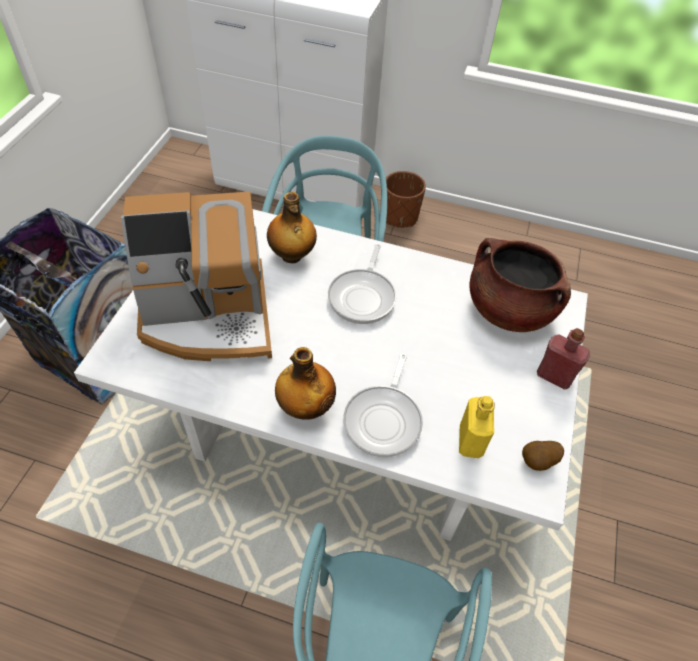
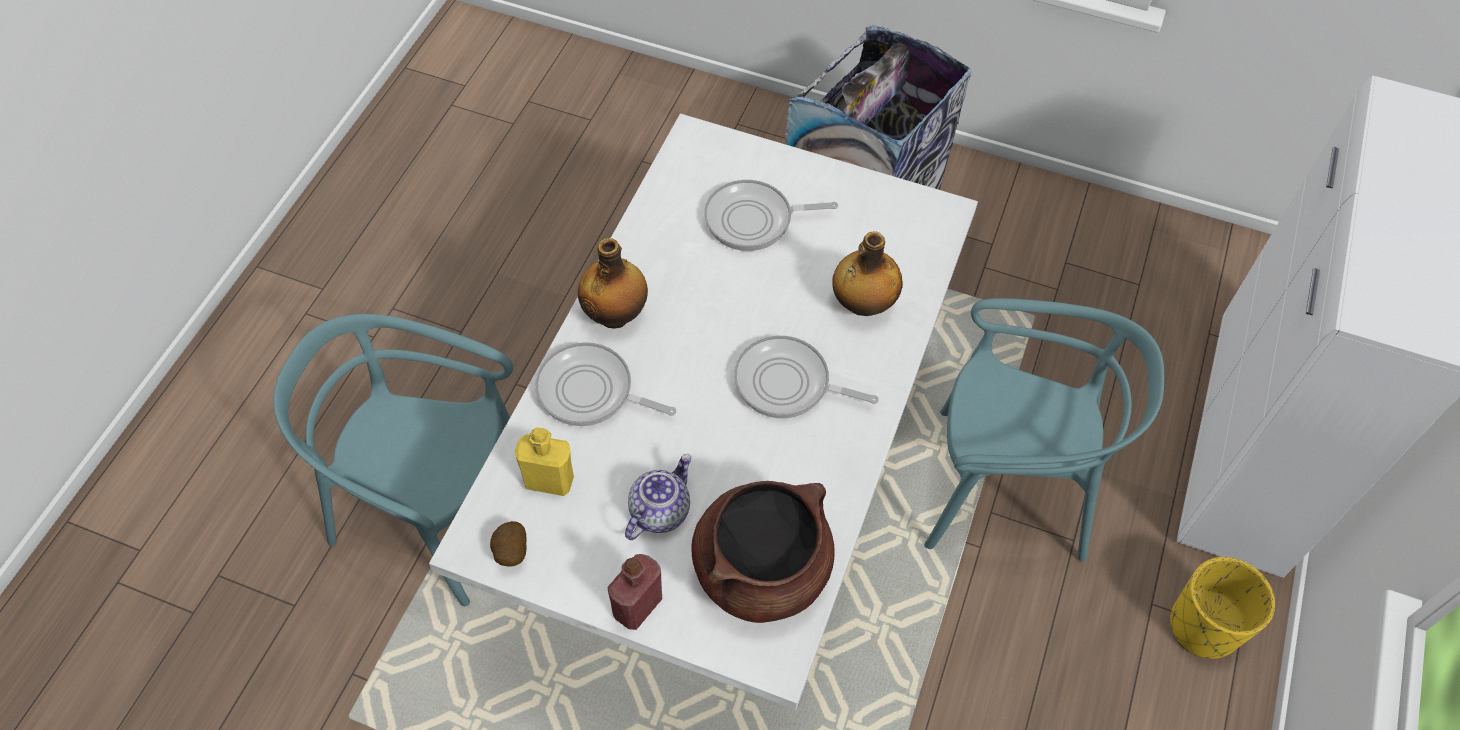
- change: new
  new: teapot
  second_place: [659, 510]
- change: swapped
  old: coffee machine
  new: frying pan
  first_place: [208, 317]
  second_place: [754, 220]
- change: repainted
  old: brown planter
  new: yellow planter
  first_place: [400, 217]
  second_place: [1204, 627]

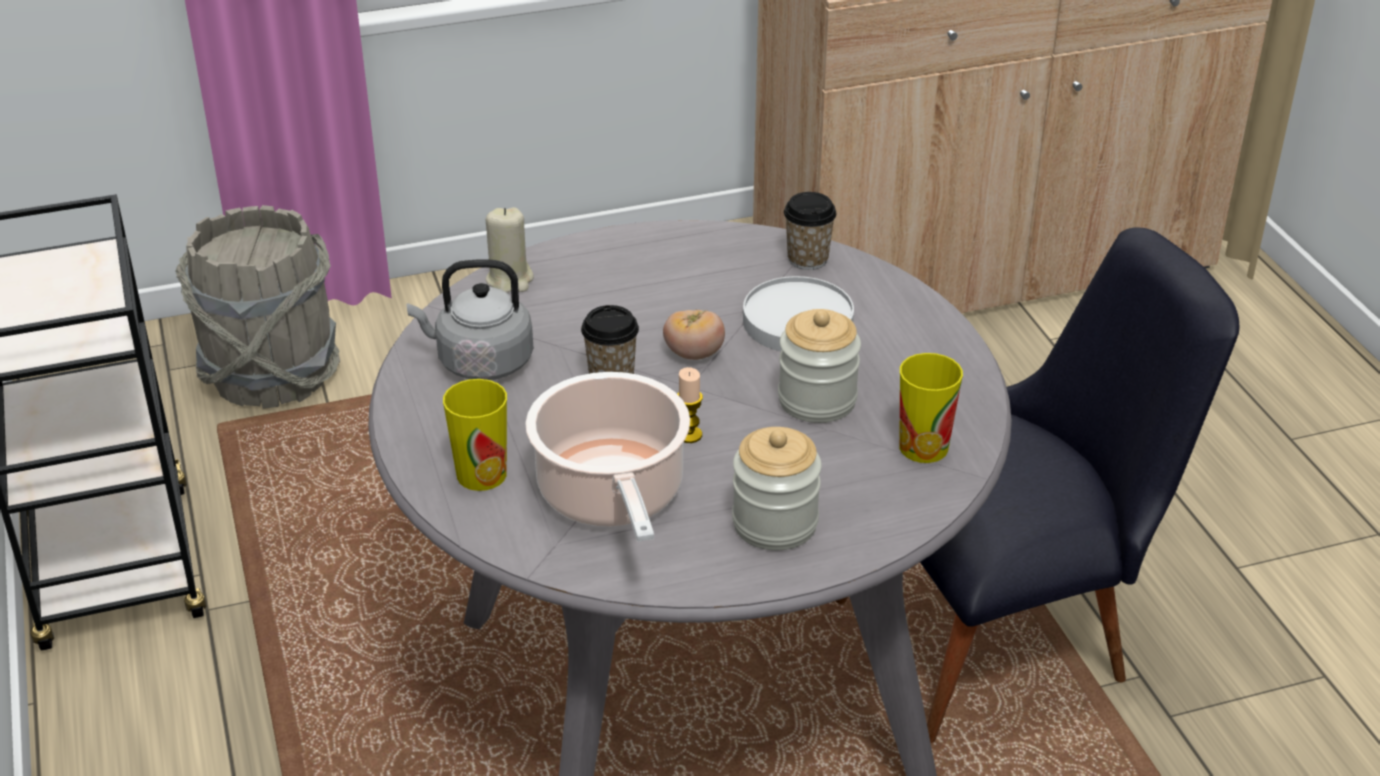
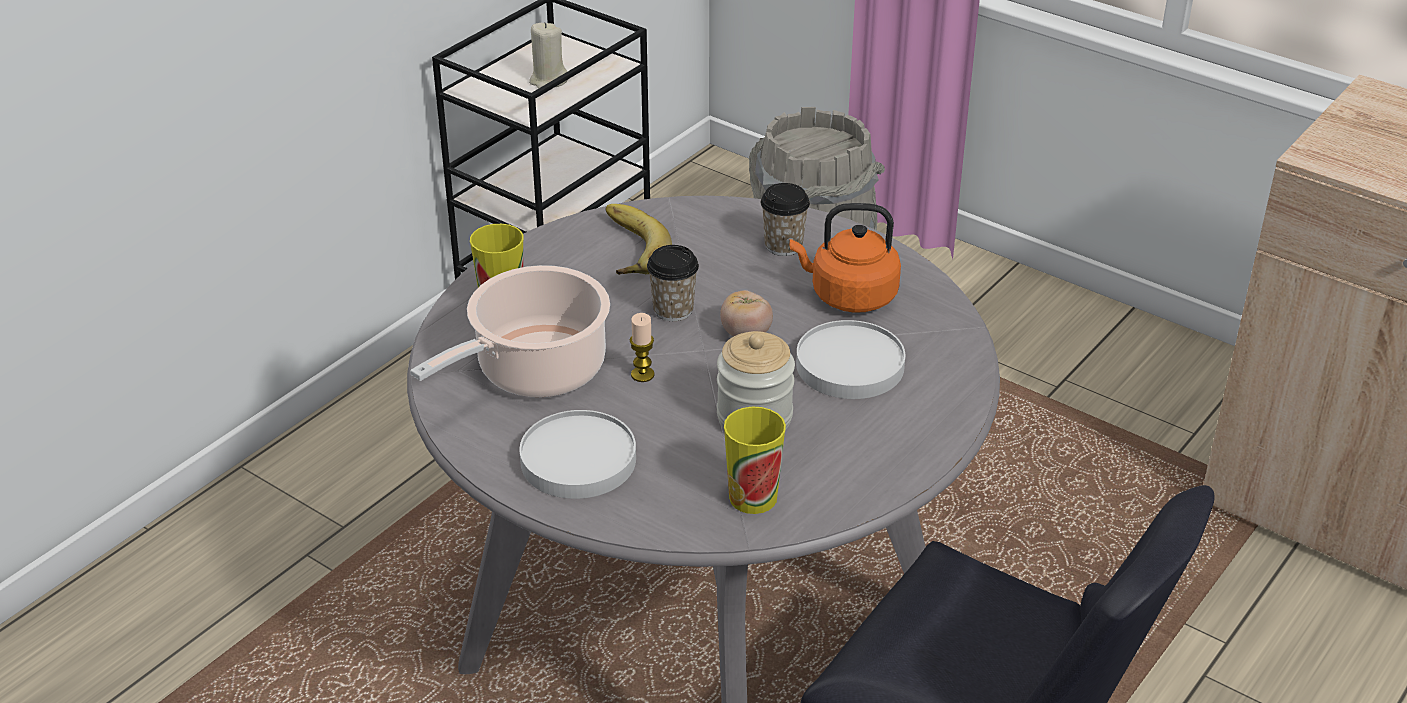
- change: new
  new: orange kettle
  second_place: [849, 296]
- change: shifted
  old: beige candle
  first_place: [510, 280]
  second_place: [548, 81]
- change: shifted
  old: cup
  first_place: [807, 259]
  second_place: [783, 246]
- change: swapped
  old: grey kettle
  new: banana
  first_place: [480, 362]
  second_place: [626, 248]
- change: swapped
  old: jar
  new: white plate
  first_place: [775, 523]
  second_place: [578, 459]

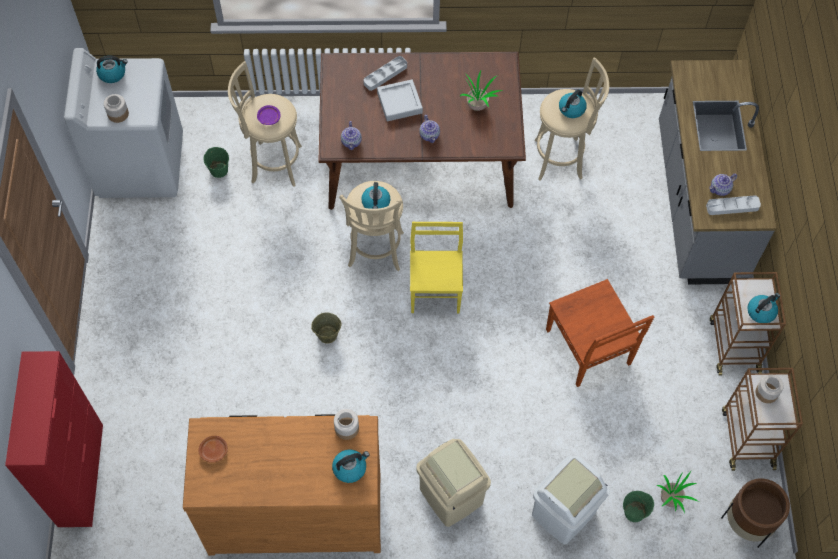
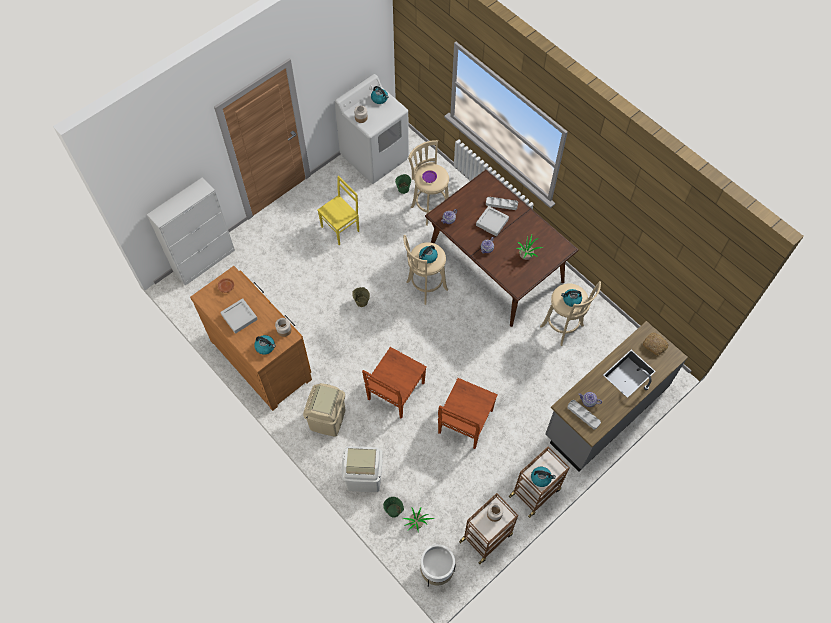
- change: new
  new: grey tray
  second_place: [239, 317]
- change: new
  new: brown chair
  second_place: [395, 392]
- change: new
  new: bread
  second_place: [655, 345]
- change: shifted
  old: yellow chair
  first_place: [436, 293]
  second_place: [341, 229]
- change: repainted
  old: red cabinet
  new: white cabinet
  first_place: [81, 474]
  second_place: [205, 261]
- change: repainted
  old: brown planter
  new: white planter
  first_place: [747, 523]
  second_place: [437, 571]

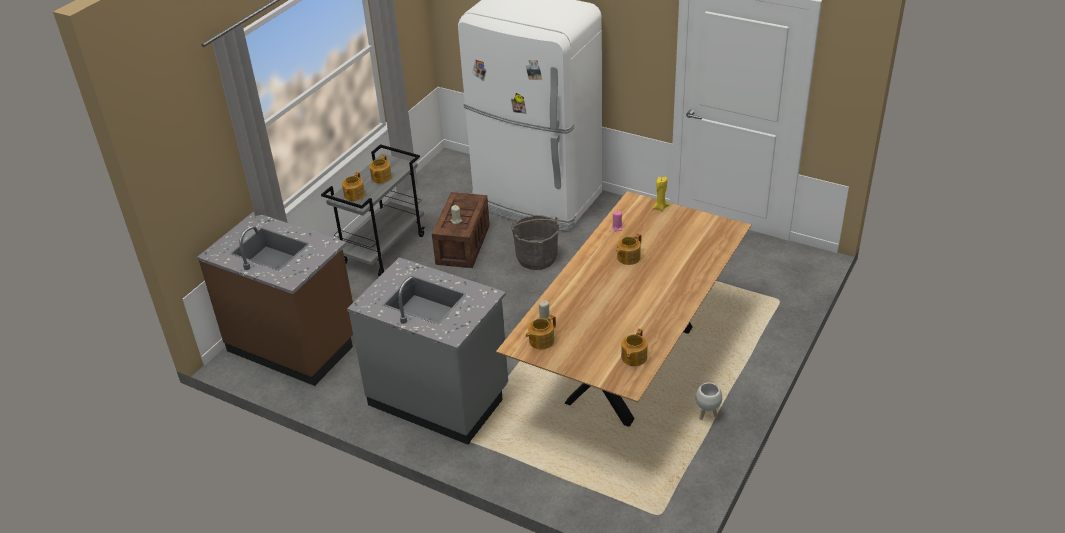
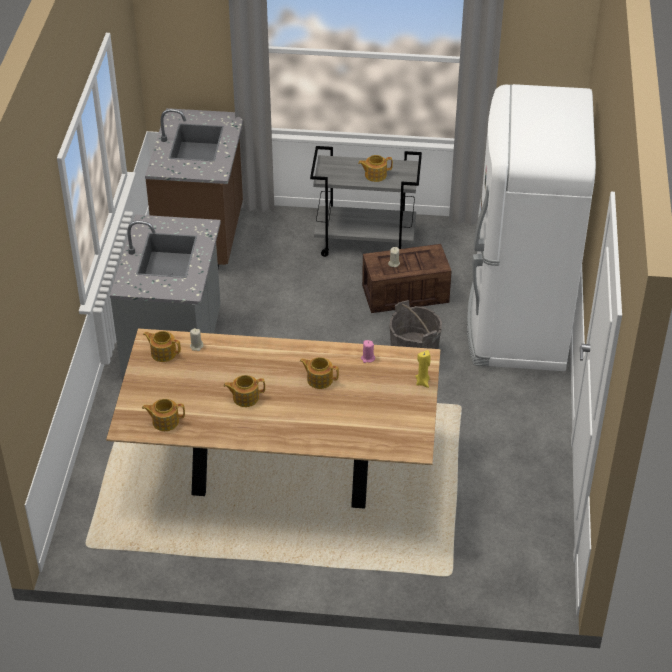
- change: gone
  old: white planter
  first_place: [707, 415]
- change: shifted
  old: teapot
  first_place: [354, 195]
  second_place: [245, 397]

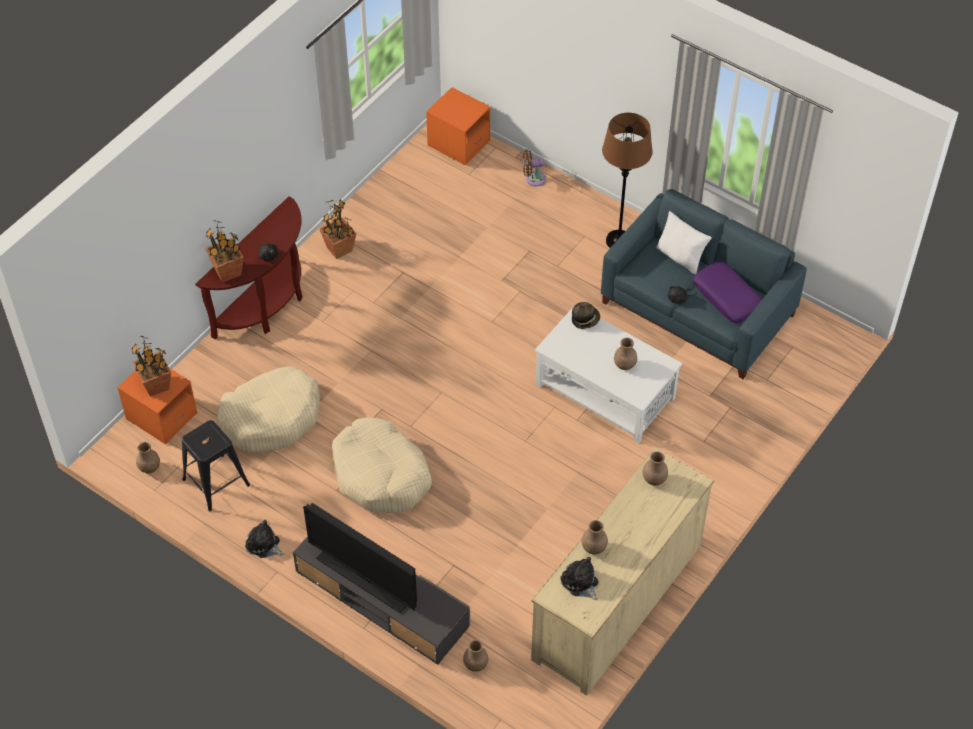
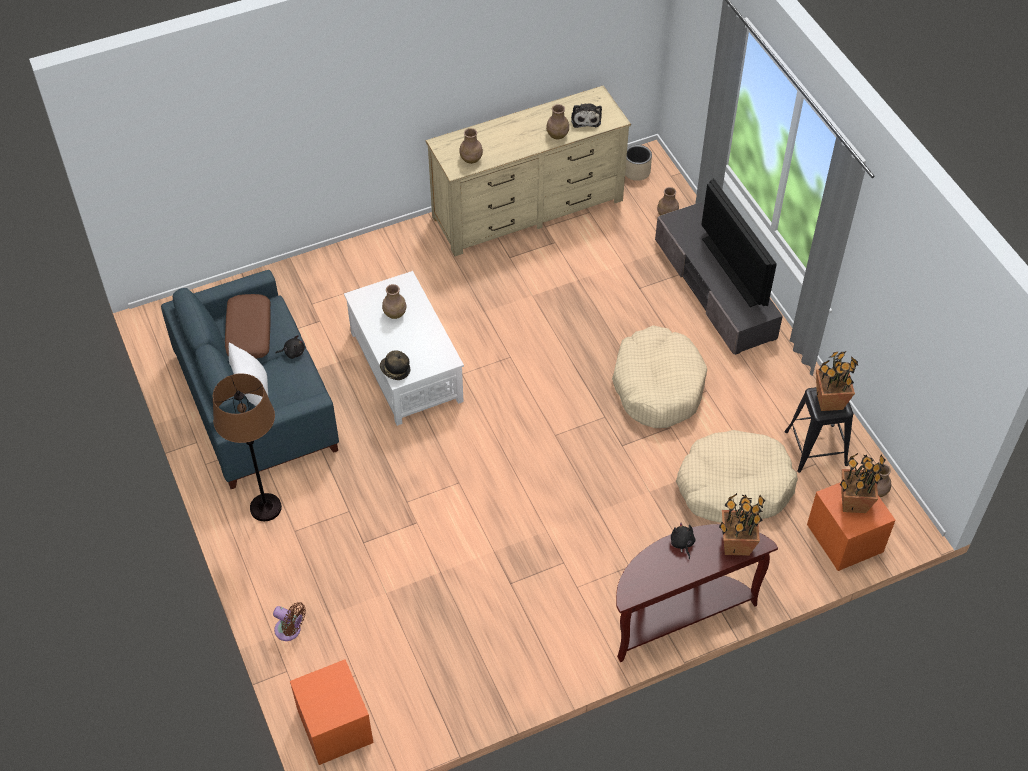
- change: gone
  old: plush toy
  first_place: [264, 545]
- change: new
  new: beige planter
  second_place: [636, 171]
- change: shifted
  old: potted plant
  first_place: [339, 249]
  second_place: [830, 401]
- change: repainted
  old: purple pillow
  new: brown pillow
  first_place: [727, 297]
  second_place: [248, 332]

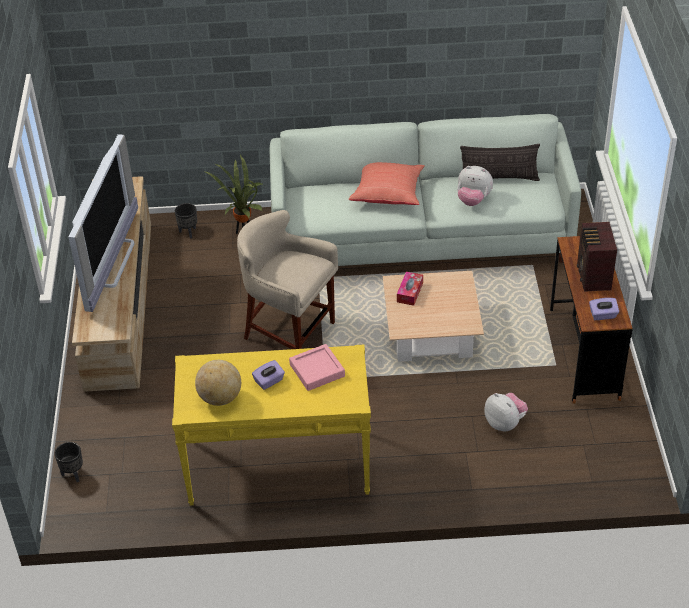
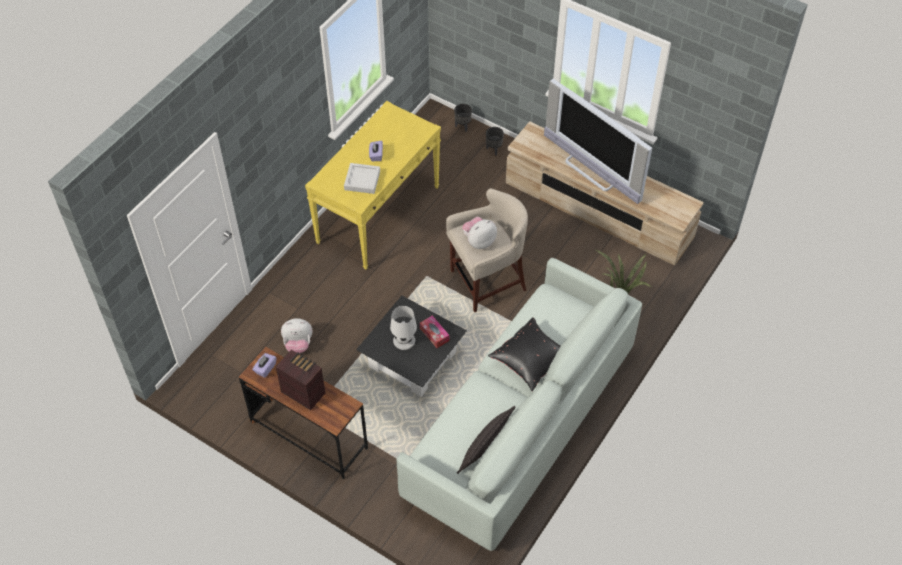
- change: gone
  old: globe
  first_place: [220, 398]
- change: new
  new: white table lamp
  second_place: [404, 340]
- change: shifted
  old: black planter
  first_place: [188, 232]
  second_place: [494, 149]
- change: shifted
  old: plush toy
  first_place: [473, 200]
  second_place: [479, 241]
- change: repainted
  old: pink tray
  new: grey tray
  first_place: [317, 370]
  second_place: [362, 180]
- change: repainted
  old: red pillow
  new: black pillow
  first_place: [388, 193]
  second_place: [531, 361]
- change: repainted
  old: beige coffee table
  new: black coffee table
  first_place: [431, 333]
  second_place: [412, 359]

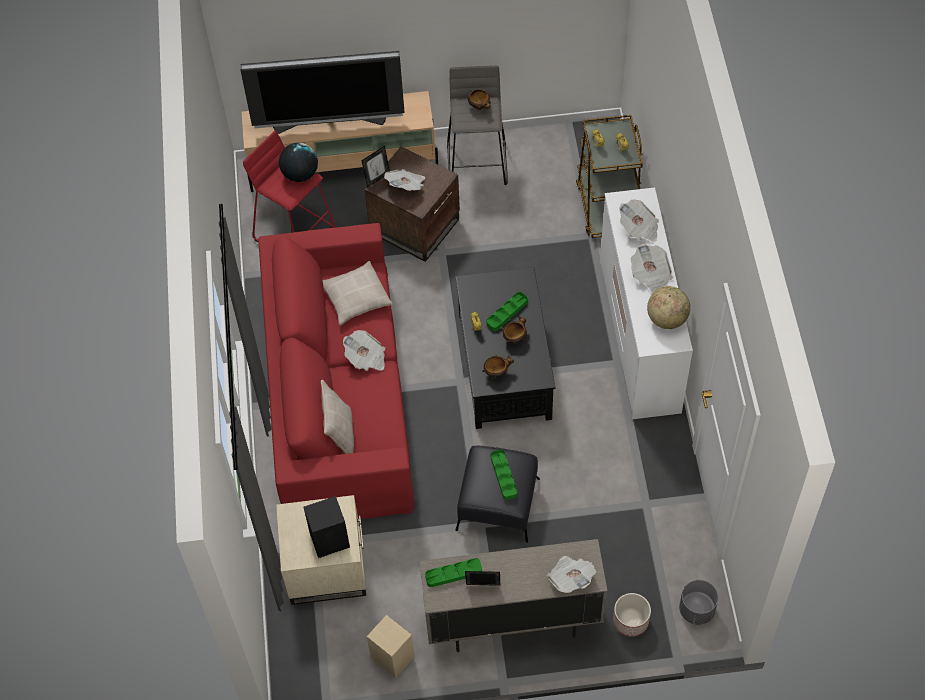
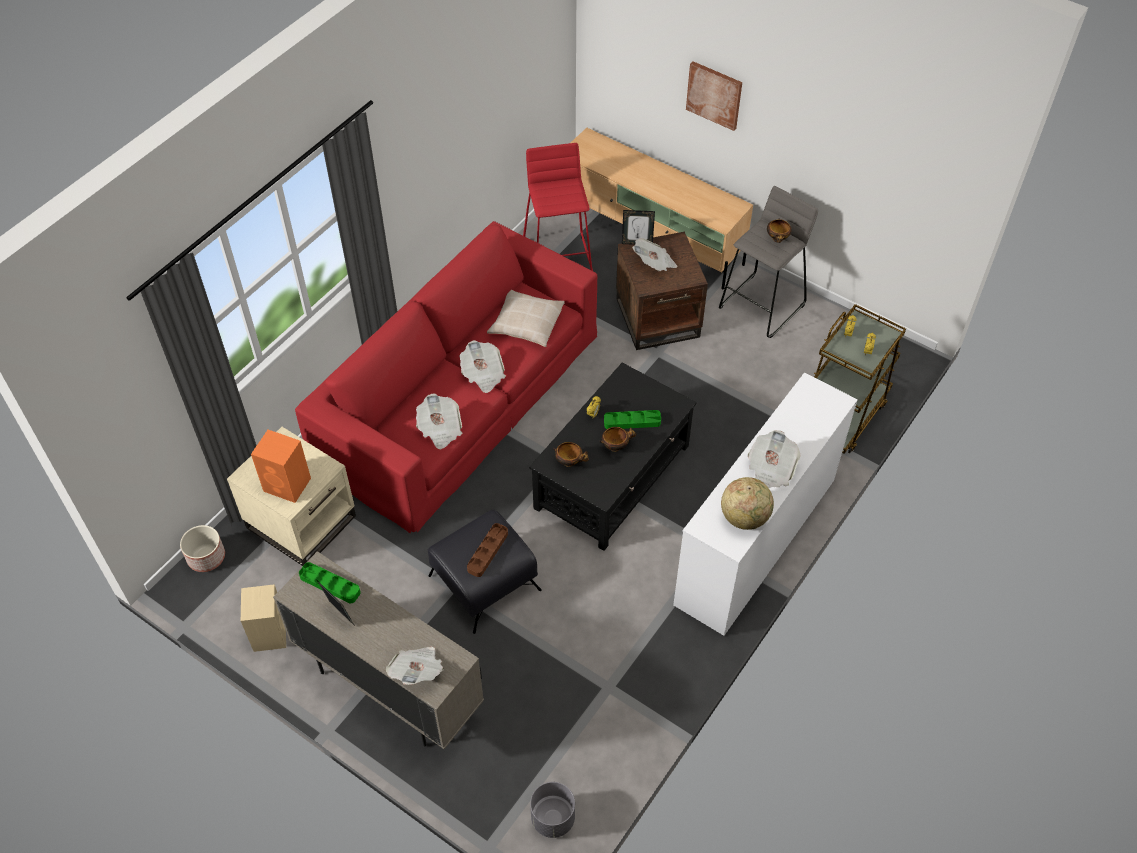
- change: gone
  old: television
  first_place: [330, 121]
- change: gone
  old: globe
  first_place: [300, 174]
- change: gone
  old: beige pillow
  first_place: [340, 433]
- change: new
  new: picture
  second_place: [714, 95]
- change: shifted
  old: planter
  first_place: [630, 621]
  second_place: [206, 557]
- change: shifted
  old: newspaper
  first_place: [639, 228]
  second_place: [440, 429]
- change: repainted
  old: black speaker
  new: orange speaker
  first_place: [330, 539]
  second_place: [288, 485]
- change: repainted
  old: green tray
  new: brown tray
  first_place: [503, 476]
  second_place: [487, 551]

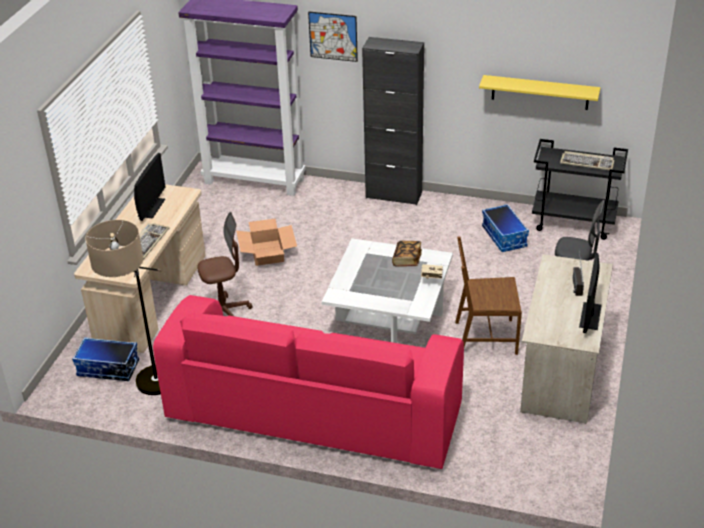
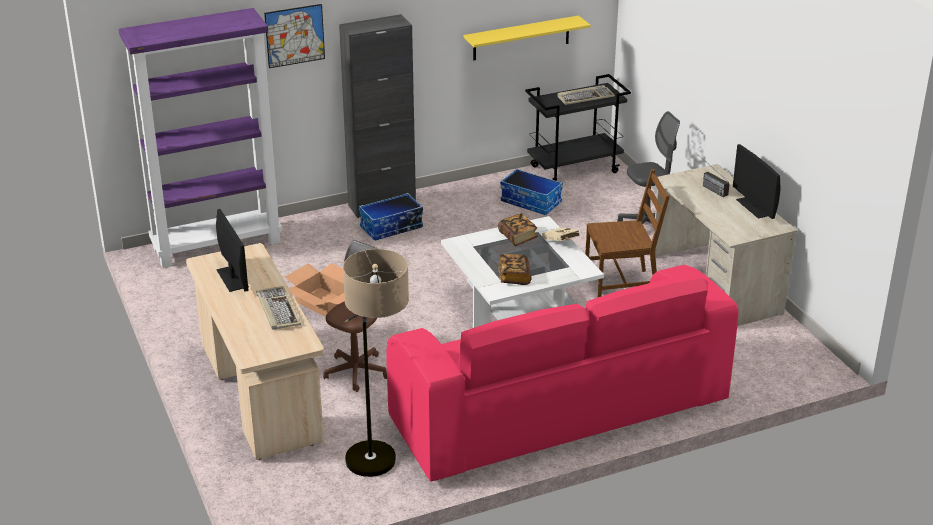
- change: new
  new: book
  second_place: [514, 277]
- change: shifted
  old: storage box
  first_place: [108, 369]
  second_place: [391, 228]
- change: rotated
  old: brown chair
  first_place: [485, 337]
  second_place: [622, 287]
  degrees: -150

